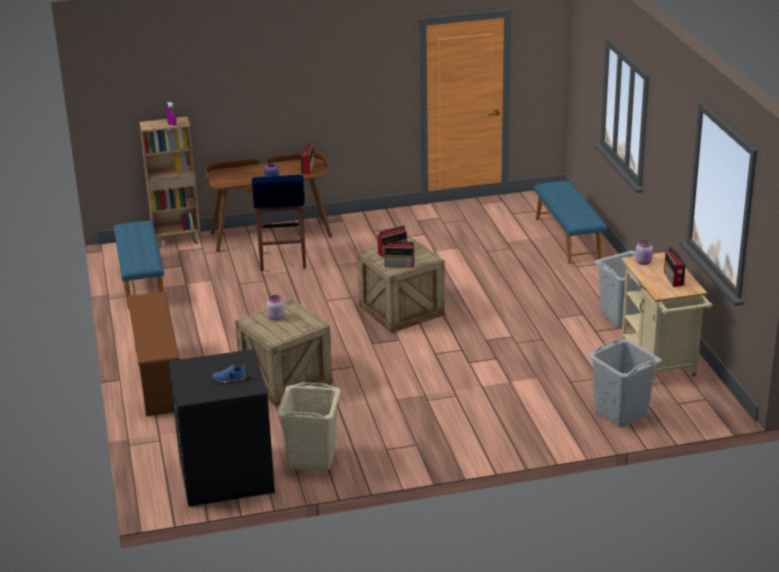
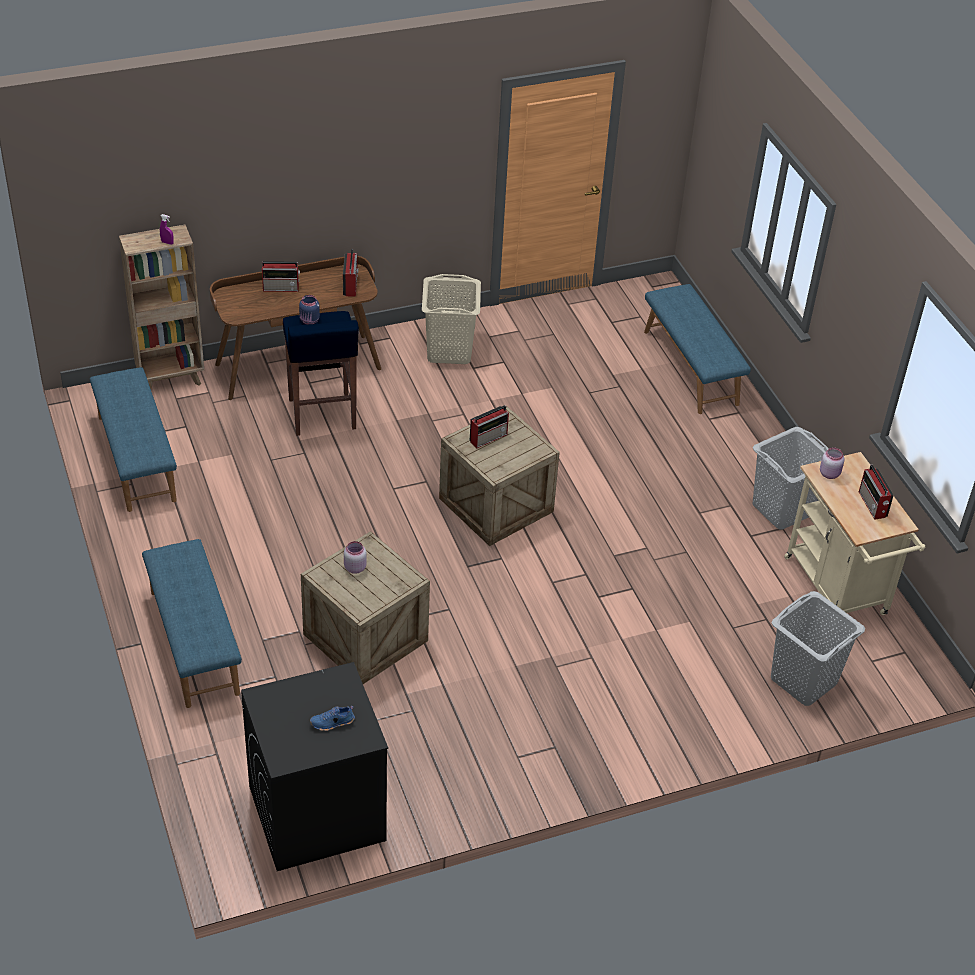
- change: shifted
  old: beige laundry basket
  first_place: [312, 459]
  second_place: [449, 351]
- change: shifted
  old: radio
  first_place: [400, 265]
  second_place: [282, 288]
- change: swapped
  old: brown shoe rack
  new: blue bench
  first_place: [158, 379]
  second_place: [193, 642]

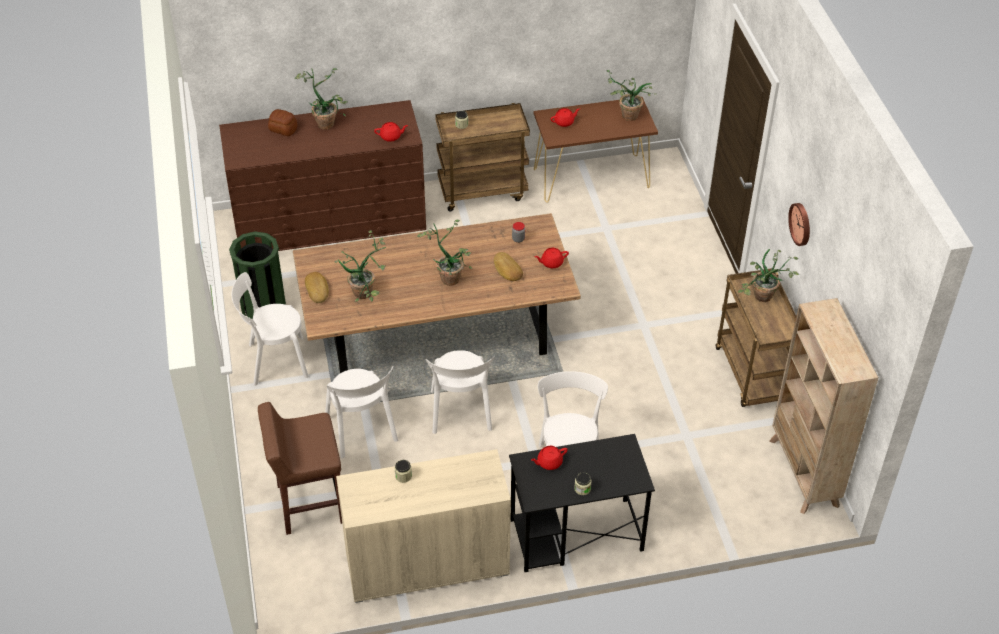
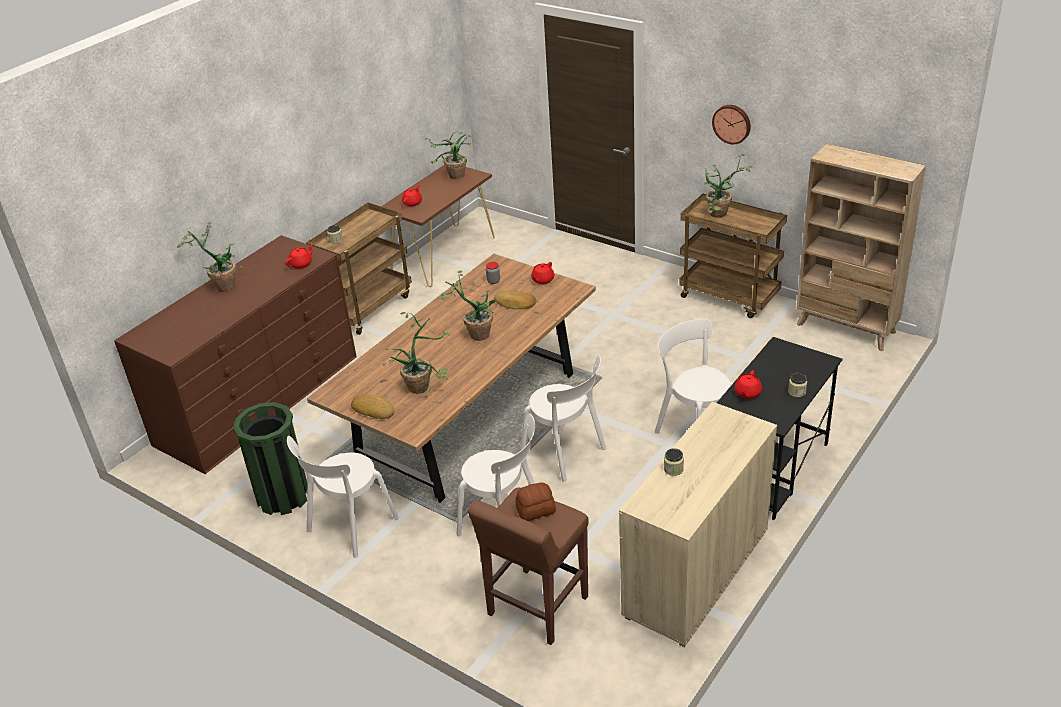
- change: shifted
  old: bread
  first_place: [283, 129]
  second_place: [535, 510]

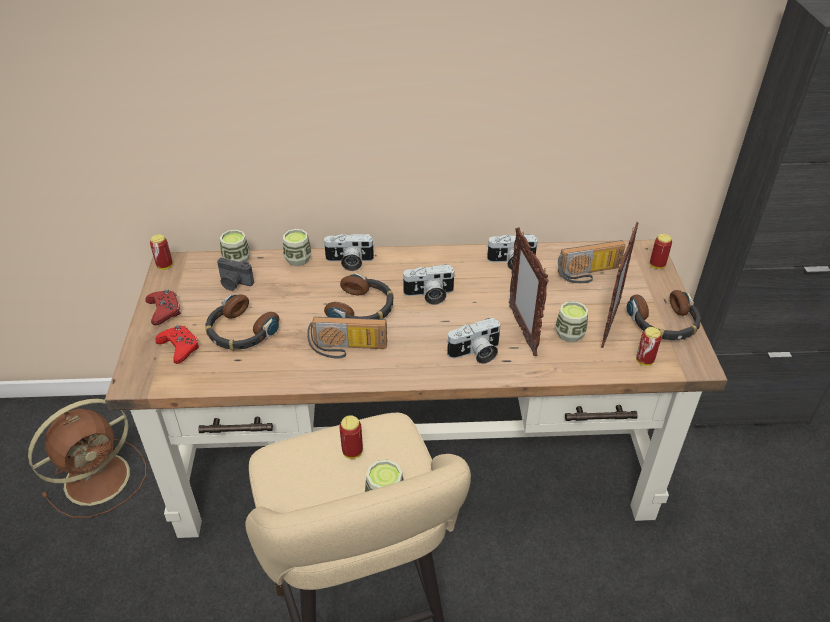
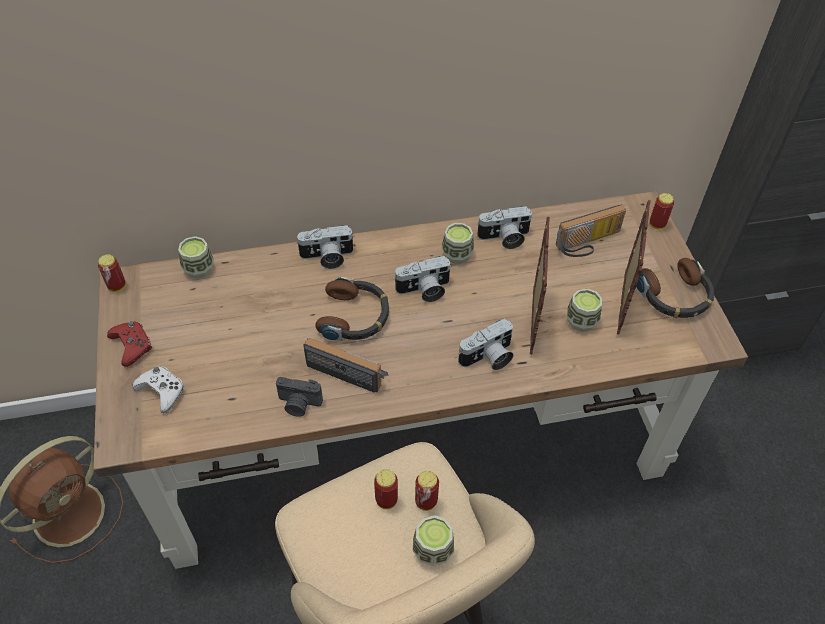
- change: gone
  old: headphones
  first_place: [240, 331]
- change: shifted
  old: photo camera
  first_place: [234, 283]
  second_place: [299, 404]
- change: shifted
  old: cup
  first_place: [298, 259]
  second_place: [457, 255]
- change: shifted
  old: can
  first_place: [644, 361]
  second_place: [426, 501]
- change: repainted
  old: red game controller
  new: white game controller
  first_place: [179, 347]
  second_place: [162, 391]
- change: rotated
  old: radio
  first_place: [347, 349]
  second_place: [349, 370]
  degrees: -150
- change: rotated
  old: picture frame
  first_place: [522, 330]
  second_place: [531, 322]
  degrees: -150

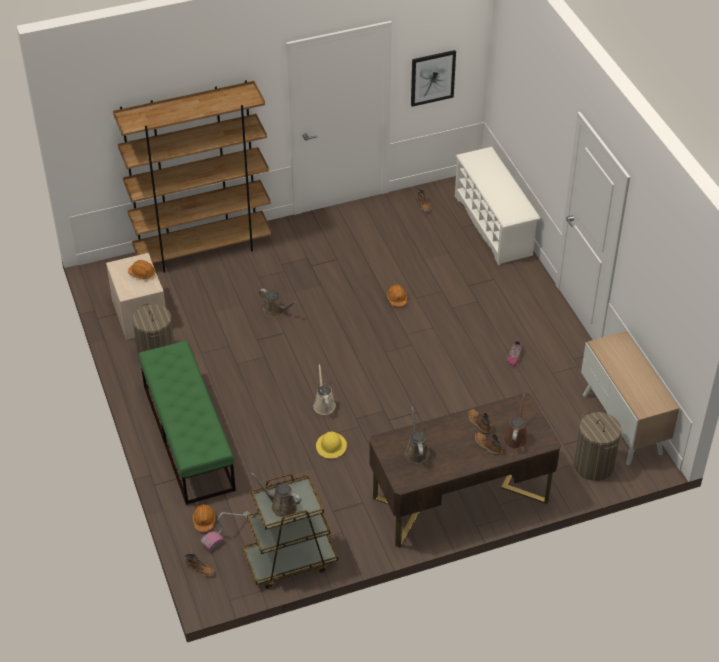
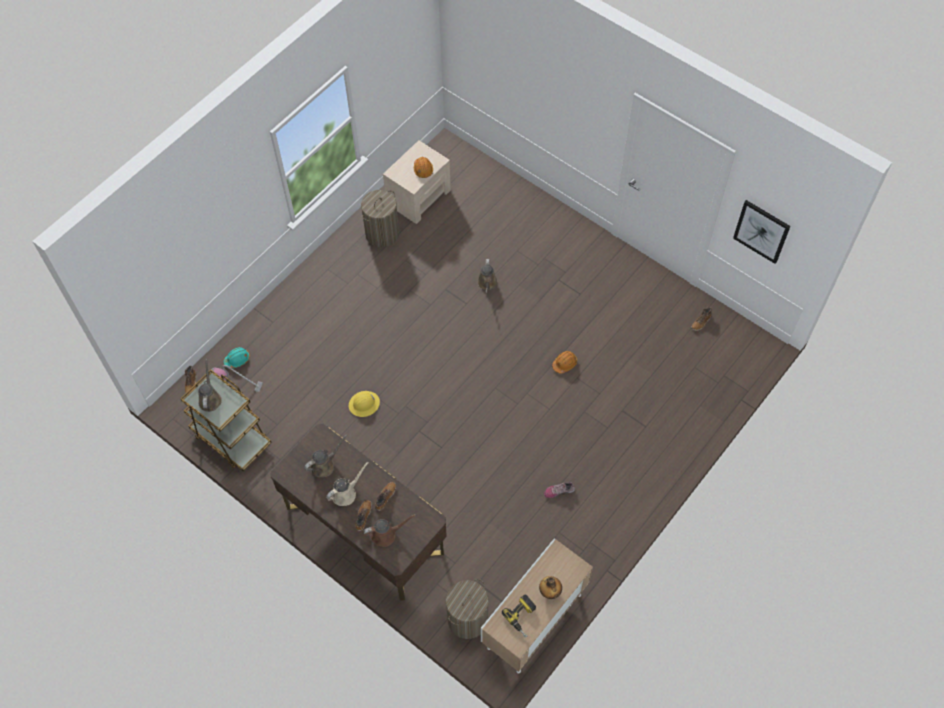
- change: gone
  old: brown bookcase
  first_place: [203, 249]
- change: gone
  old: green bench
  first_place: [188, 437]
- change: gone
  old: white shoe rack
  first_place: [493, 226]
- change: new
  new: power drill
  second_place: [523, 617]
- change: new
  new: bottle
  second_place: [550, 591]
- change: shifted
  old: beige watering can
  first_place: [324, 404]
  second_place: [346, 493]
- change: repainted
  old: orange hard hat
  new: turquoise hard hat
  first_place: [204, 521]
  second_place: [237, 360]

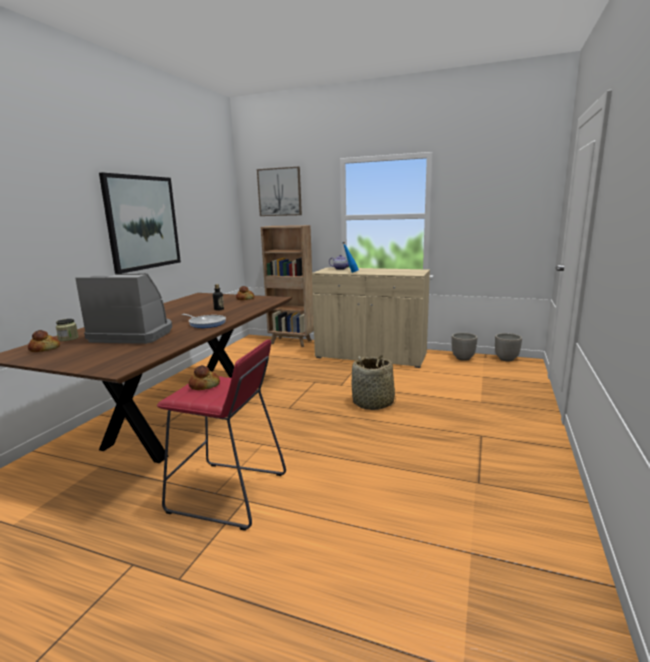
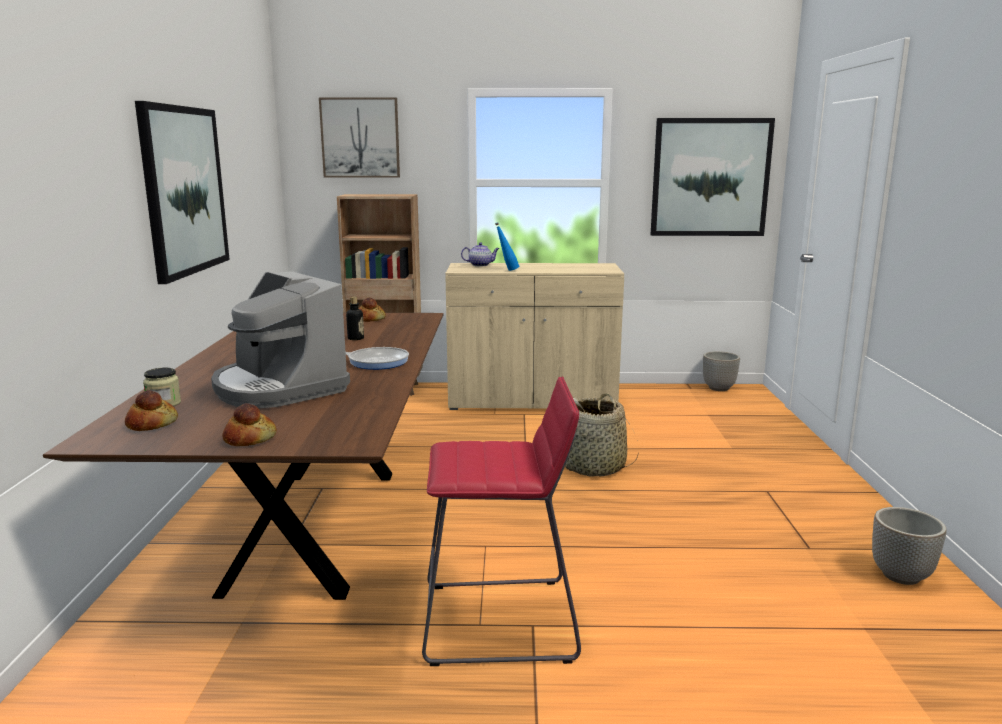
- change: new
  new: picture
  second_place: [710, 177]
- change: shifted
  old: bread
  first_place: [204, 385]
  second_place: [249, 438]
- change: shifted
  old: planter
  first_place: [463, 358]
  second_place: [901, 575]
- change: rotated
  old: coffee machine
  first_place: [133, 334]
  second_place: [278, 388]
  degrees: -120

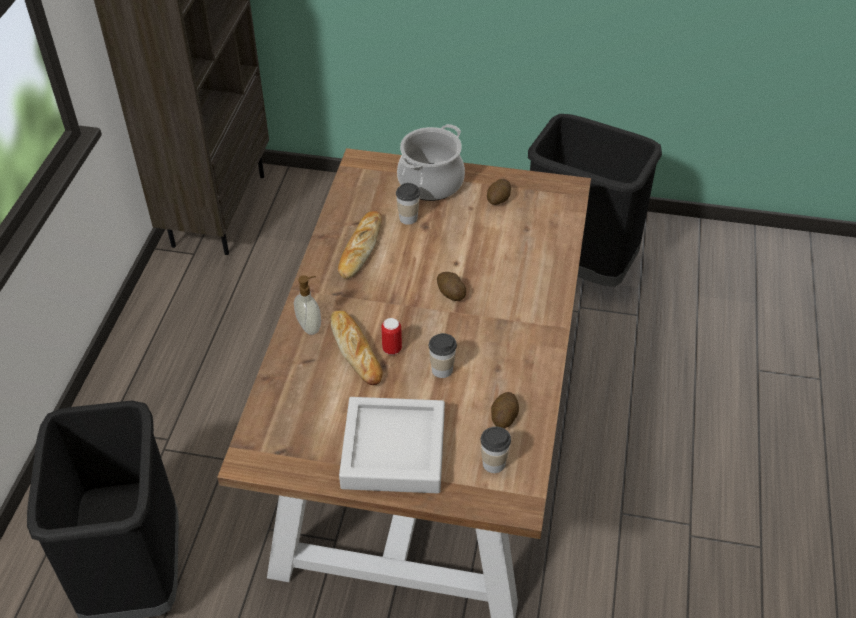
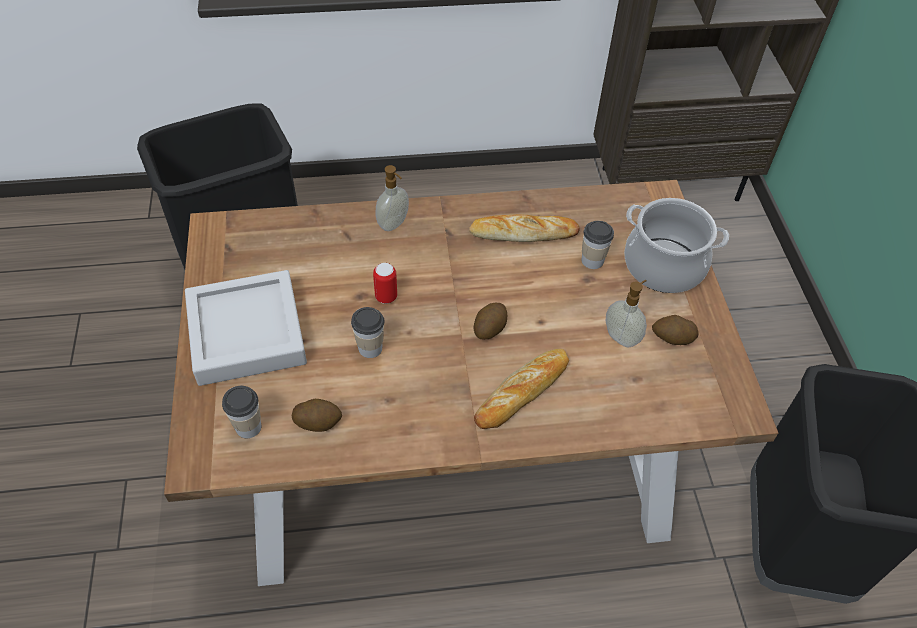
- change: new
  new: soap dispenser
  second_place: [622, 337]
- change: shifted
  old: bread
  first_place: [356, 350]
  second_place: [523, 391]

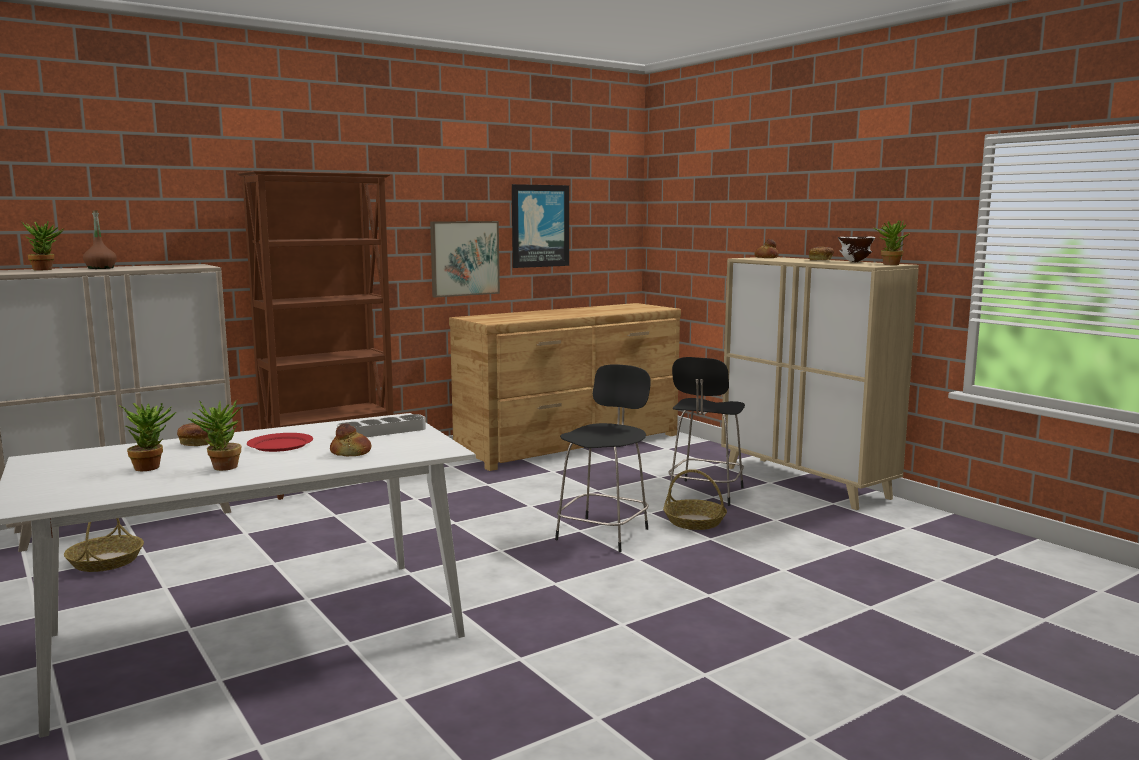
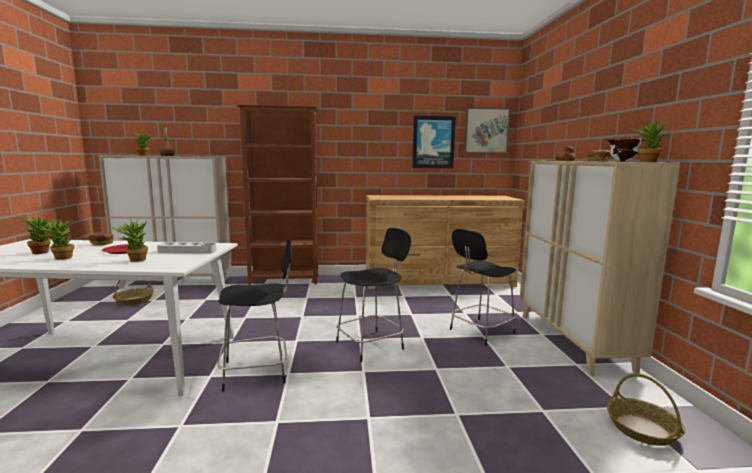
- change: new
  new: black stool
  second_place: [257, 372]
- change: shifted
  old: picture
  first_place: [464, 258]
  second_place: [486, 130]
- change: shifted
  old: basket
  first_place: [695, 522]
  second_place: [643, 429]
- change: swapped
  old: bread
  new: potted plant
  first_place: [351, 452]
  second_place: [134, 260]

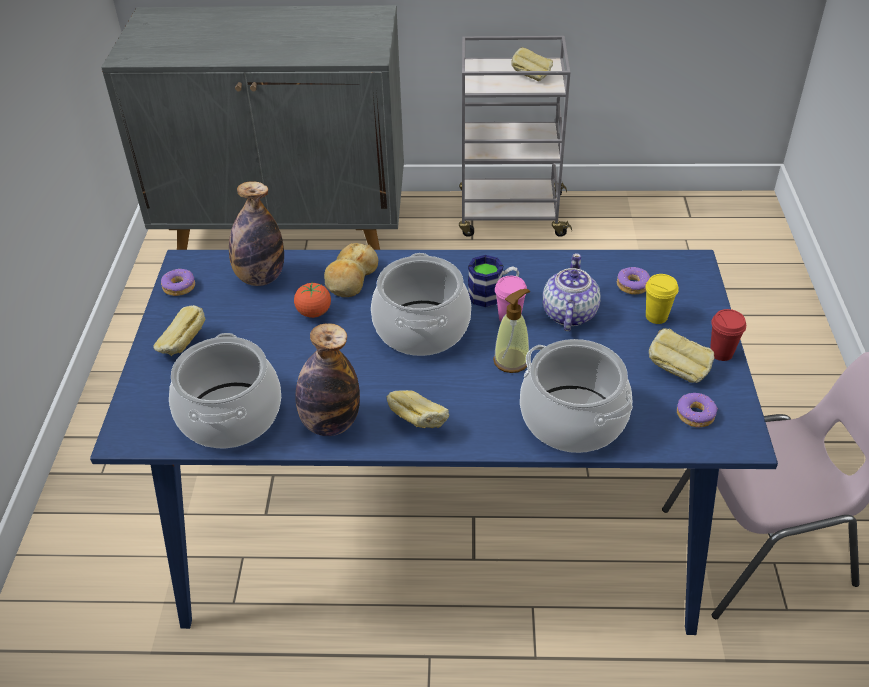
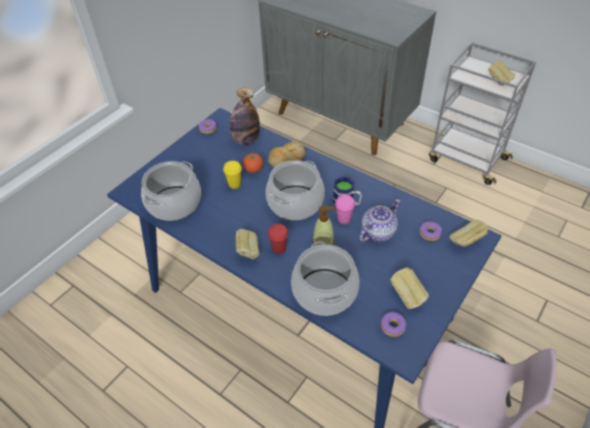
- change: gone
  old: bottle
  first_place: [330, 423]
- change: shifted
  old: bread
  first_place: [184, 346]
  second_place: [466, 242]
- change: shifted
  old: yellow cup
  first_place: [656, 317]
  second_place: [234, 184]
- change: shifted
  old: red cup
  first_place: [721, 353]
  second_place: [279, 248]

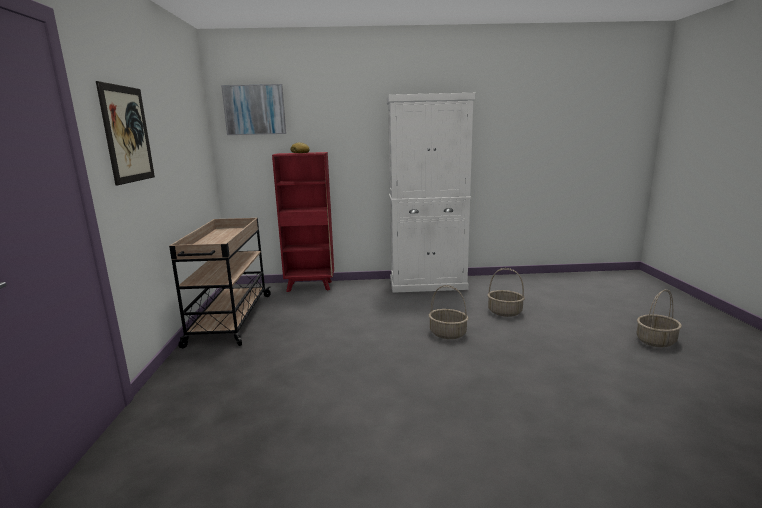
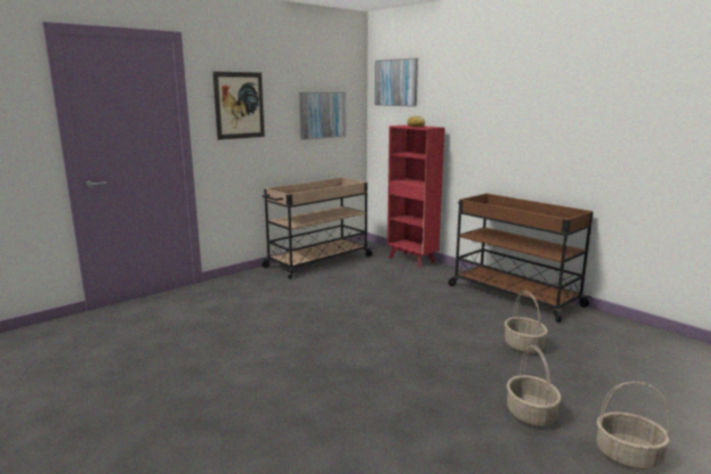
- change: new
  new: picture
  second_place: [322, 115]
- change: shifted
  old: basket
  first_place: [448, 333]
  second_place: [531, 415]
- change: swapped
  old: white cabinet
  new: brown cart
  first_place: [428, 284]
  second_place: [512, 295]

